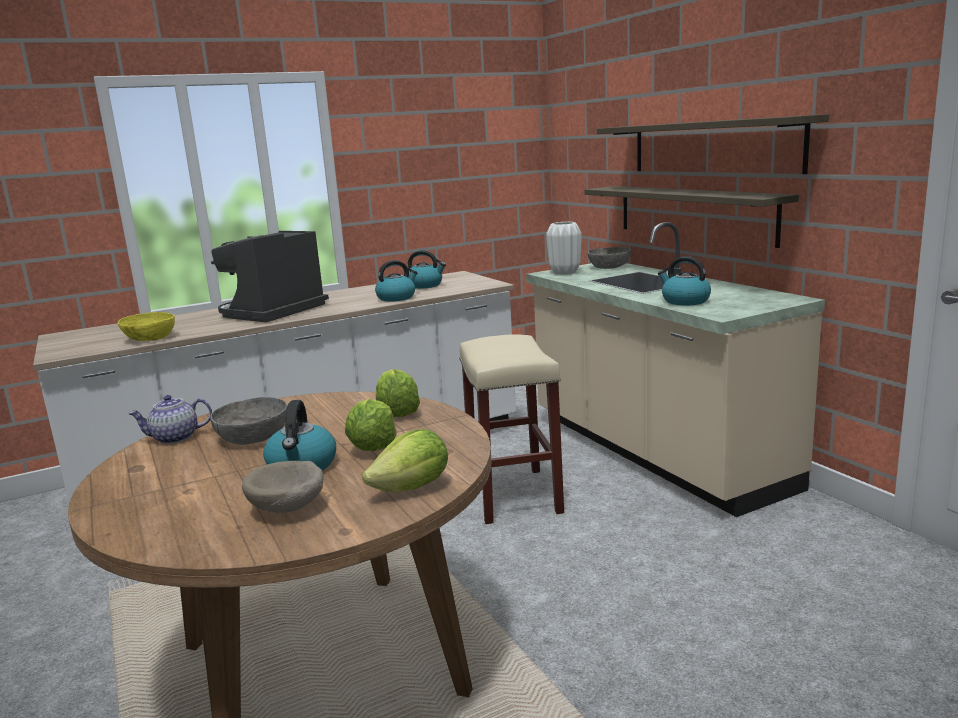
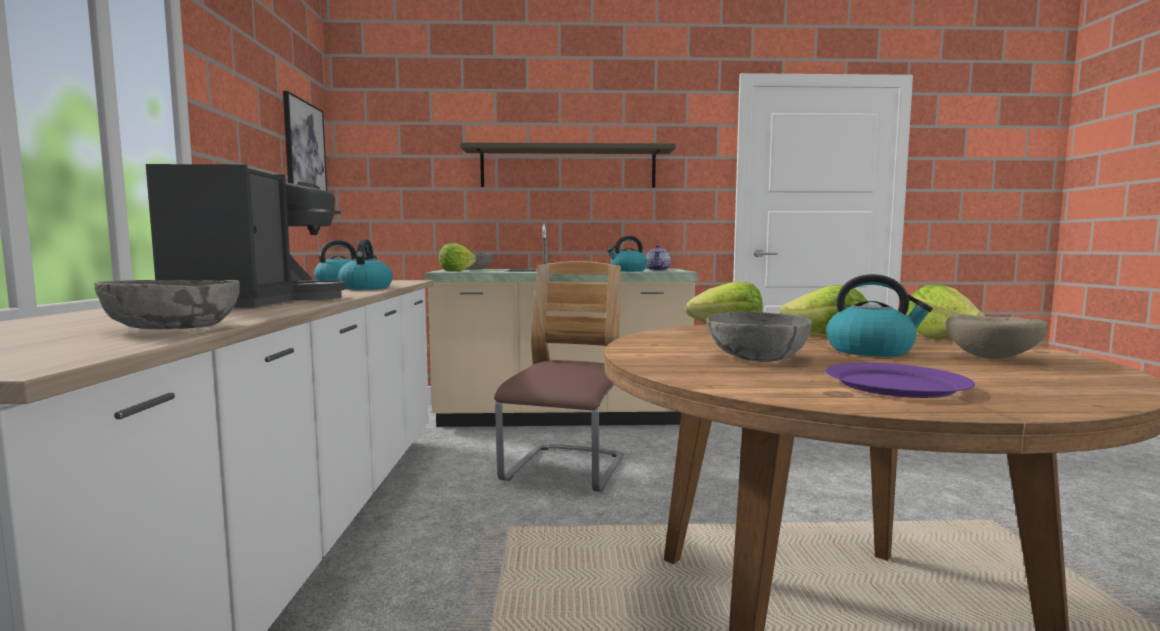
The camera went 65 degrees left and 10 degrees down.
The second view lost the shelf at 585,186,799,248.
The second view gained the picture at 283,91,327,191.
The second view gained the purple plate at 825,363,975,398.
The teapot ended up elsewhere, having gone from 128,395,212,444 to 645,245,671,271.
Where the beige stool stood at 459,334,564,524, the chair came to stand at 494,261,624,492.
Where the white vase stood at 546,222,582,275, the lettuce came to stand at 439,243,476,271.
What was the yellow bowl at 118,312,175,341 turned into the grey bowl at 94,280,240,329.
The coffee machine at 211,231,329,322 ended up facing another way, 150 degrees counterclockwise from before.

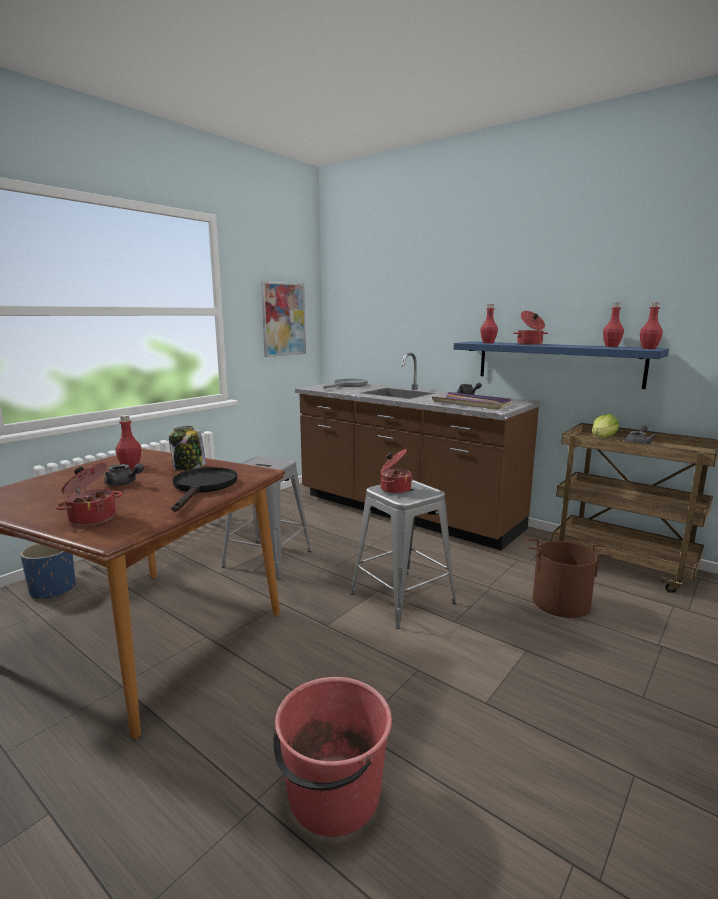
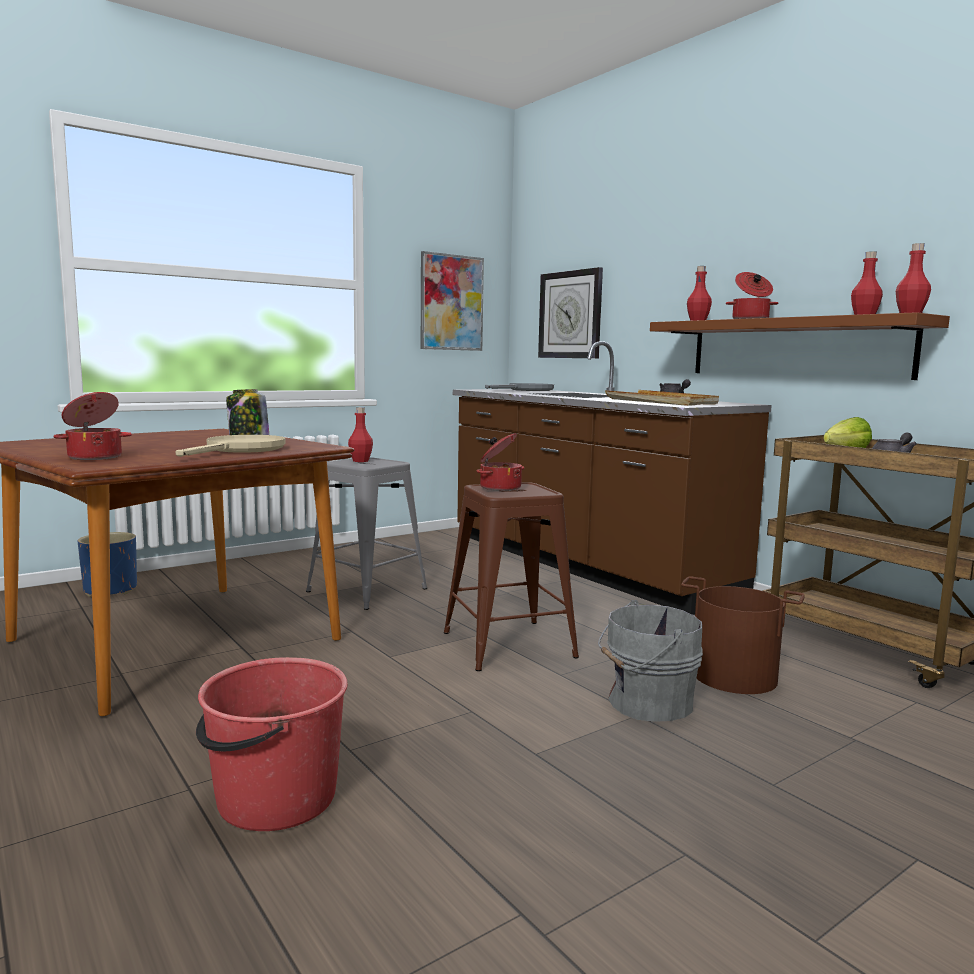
The camera went 15 degrees right and 5 degrees down.
The second view lost the grey teapot at 104,463,144,486.
The second view gained the wall clock at 538,267,603,359.
The second view gained the grey bucket at 598,600,703,722.
The red bottle ended up elsewhere, having gone from 116,415,141,469 to 348,407,373,462.
What was the black frying pan at 171,467,237,512 turned into the beige frying pan at 176,435,286,457.
What was the grey stool at 351,480,457,629 turned into the brown stool at 444,482,579,671.
What was the purple tray at 432,392,513,410 turned into the beige tray at 605,390,719,406.
What was the blue shelf at 454,341,669,389 turned into the brown shelf at 650,312,950,380.

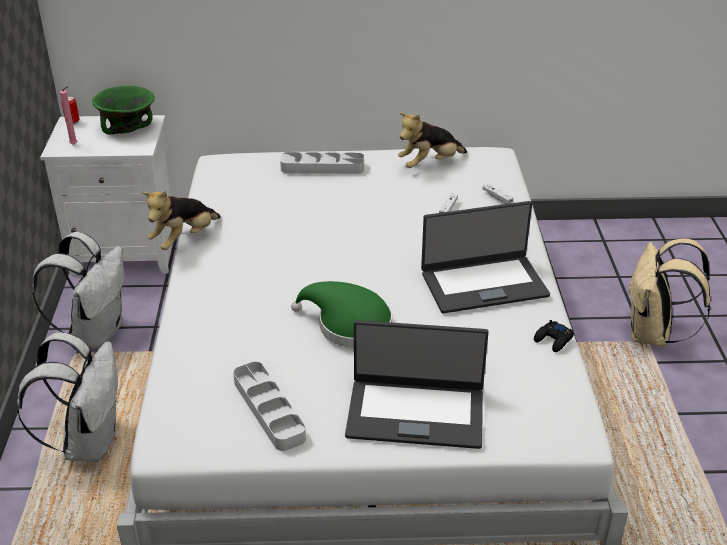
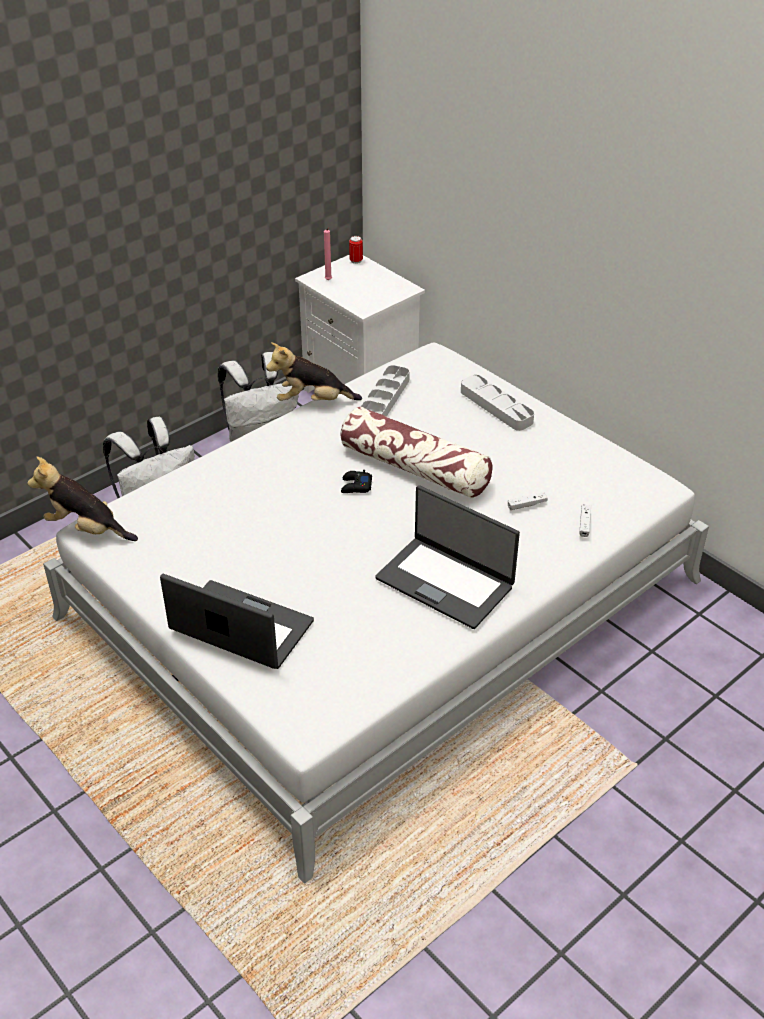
The camera went 50 degrees right and 5 degrees up.
The second view lost the green bowl at 92,86,155,135.
The second view lost the green hat at 291,281,392,348.
The second view lost the beige backpack at 627,239,711,347.
The second view gained the pillow at 340,407,493,498.
The grey tray ended up elsewhere, having gone from 233,361,306,451 to 360,365,410,417.
The plush toy ended up elsewhere, having gone from 398,112,467,168 to 27,457,138,541.
The black game controller ended up elsewhere, having gone from 534,320,574,352 to 341,470,372,493.
The laptop at 345,320,488,449 ended up facing another way, 150 degrees clockwise from before.

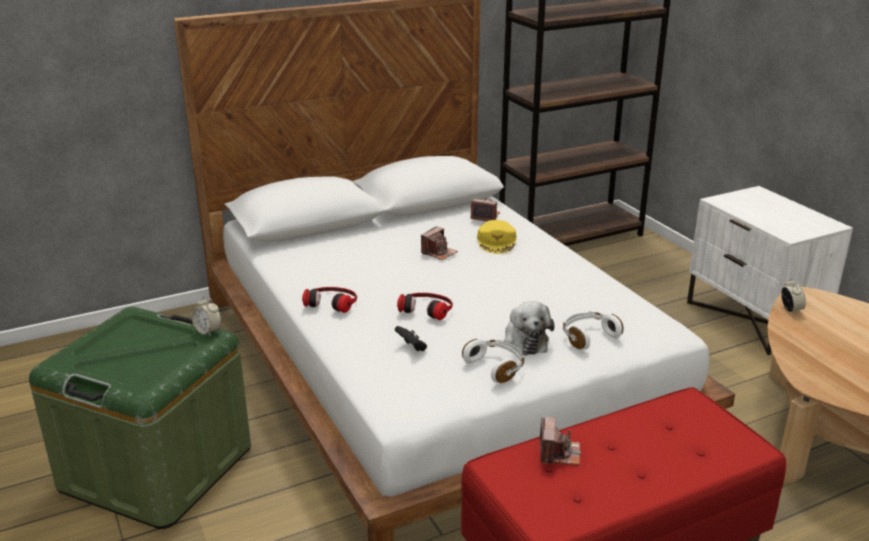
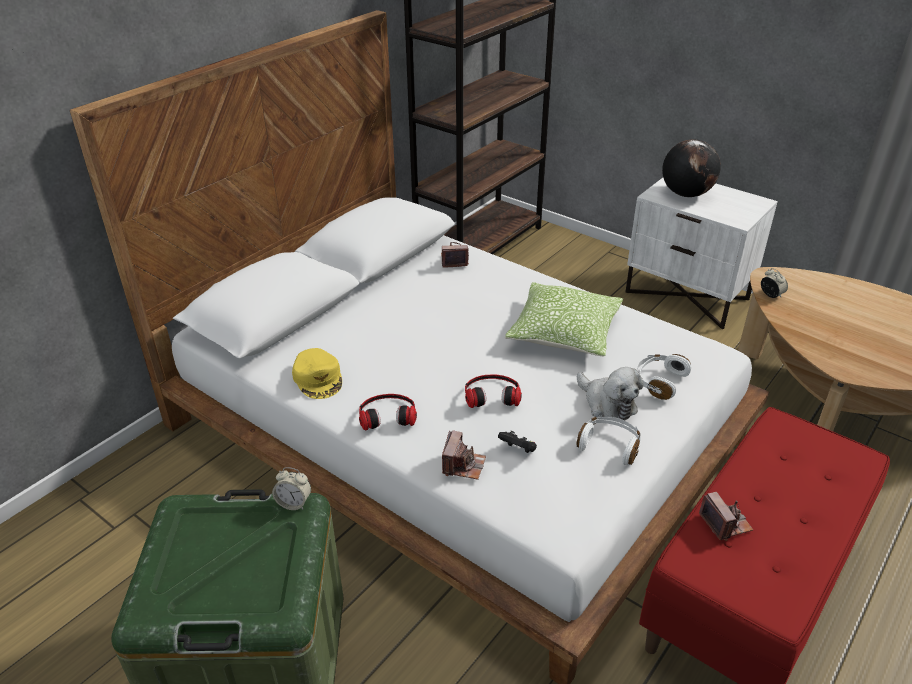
The camera went 25 degrees left and 10 degrees up.
The second view gained the pillow at 505,282,623,357.
The second view gained the globe at 662,139,721,197.
The photo camera ended up elsewhere, having gone from 421,226,458,260 to 442,430,486,480.
The yellow cap ended up elsewhere, having gone from 477,220,516,254 to 292,348,342,399.

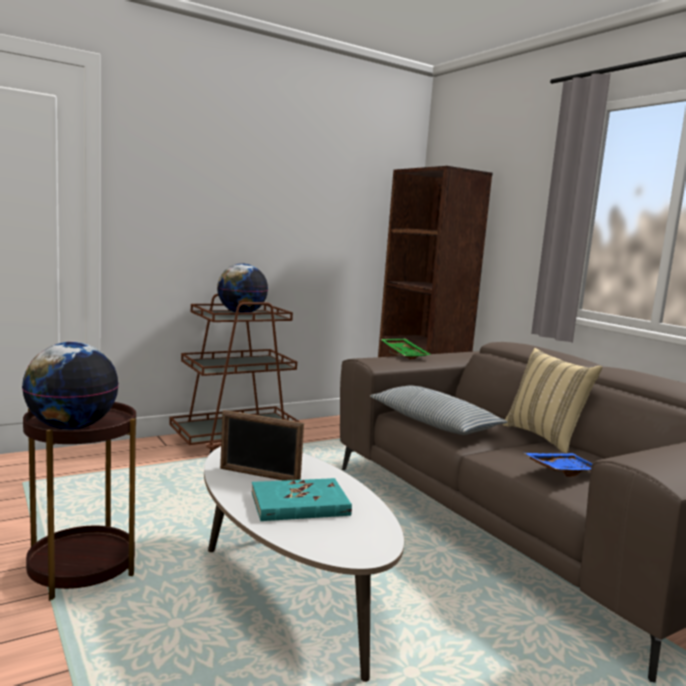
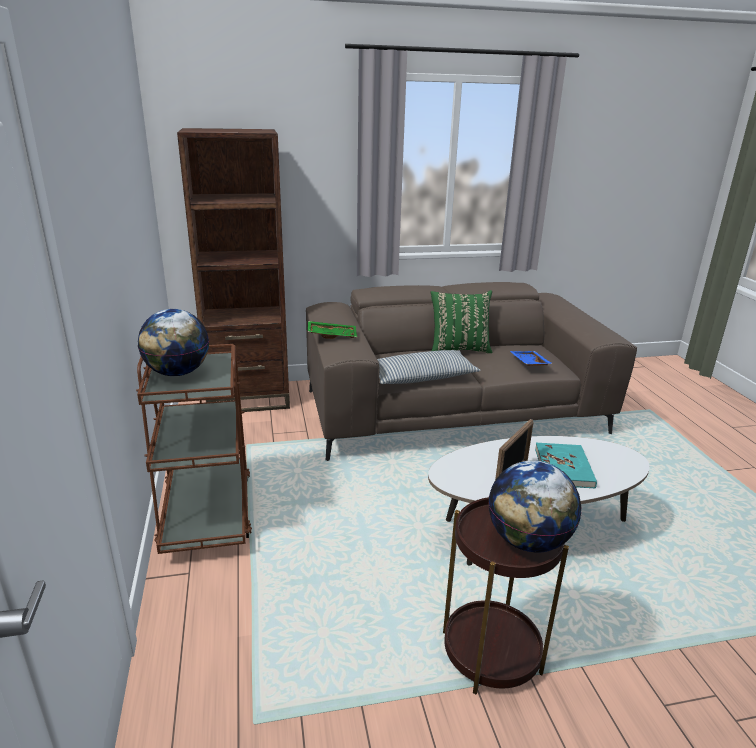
The camera went 70 degrees left and 15 degrees up.
What was the beige pillow at 503,348,602,453 turned into the green pillow at 431,290,493,353.

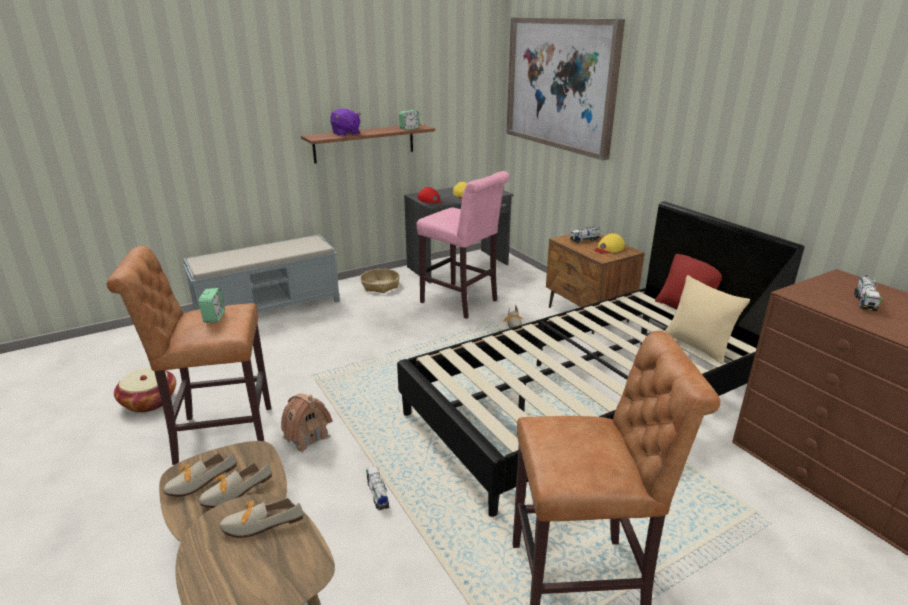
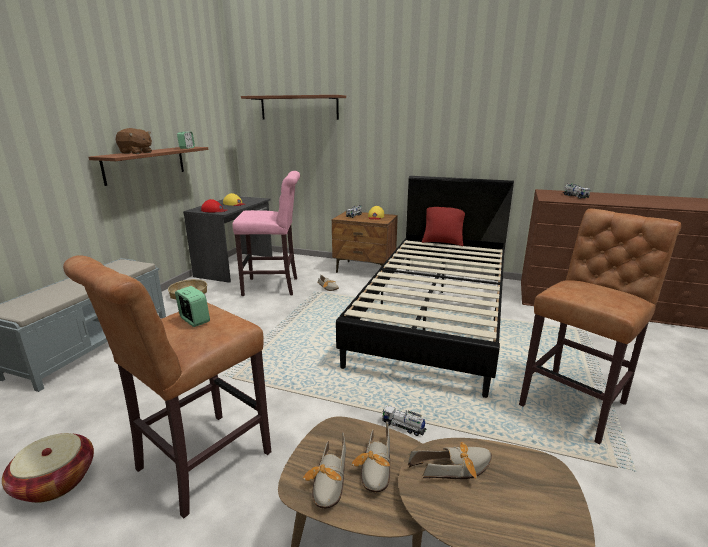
The camera went 40 degrees left and 5 degrees down.
The second view lost the toy house at 281,393,333,453.
The second view lost the beige pillow at 664,275,750,364.
Where the picture hung at 506,18,625,160, the shelf came to hang at 241,95,346,120.
What was the purple plush toy at 330,108,361,136 turned into the brown plush toy at 116,128,152,154.
The shoe at 219,498,304,538 ended up facing another way, 135 degrees counterclockwise from before.

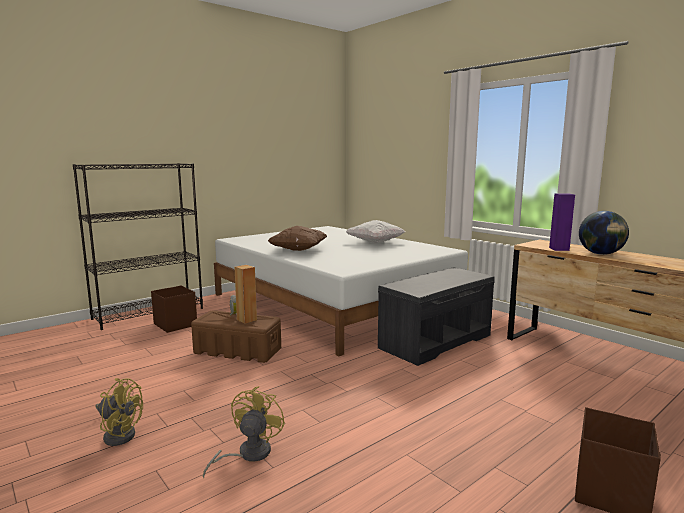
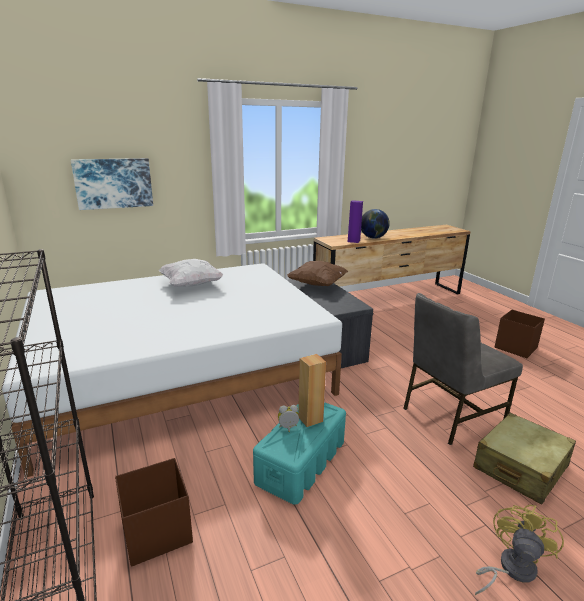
The camera went 75 degrees left and 10 degrees up.
The second view gained the picture at 71,158,153,210.
The second view gained the grey chair at 403,293,523,445.
The brown pillow ended up elsewhere, having gone from 268,226,327,251 to 287,261,348,286.
Where the yellow fan stood at 203,386,285,478, the beige suitcase came to stand at 473,413,576,504.
What was the brown storage box at 191,310,281,363 turned into the turquoise storage box at 253,402,346,505.

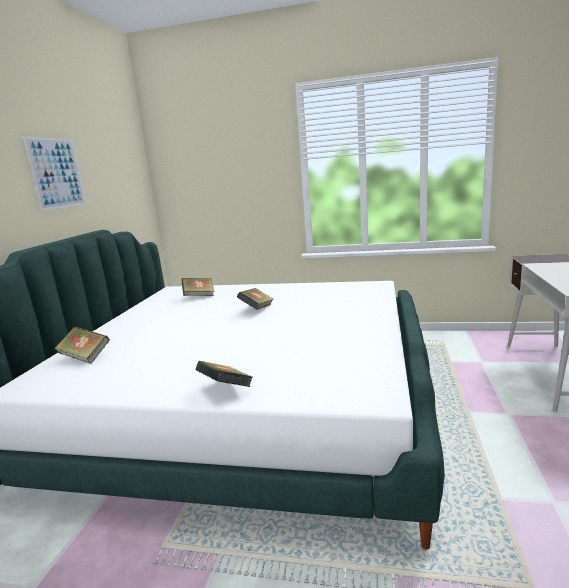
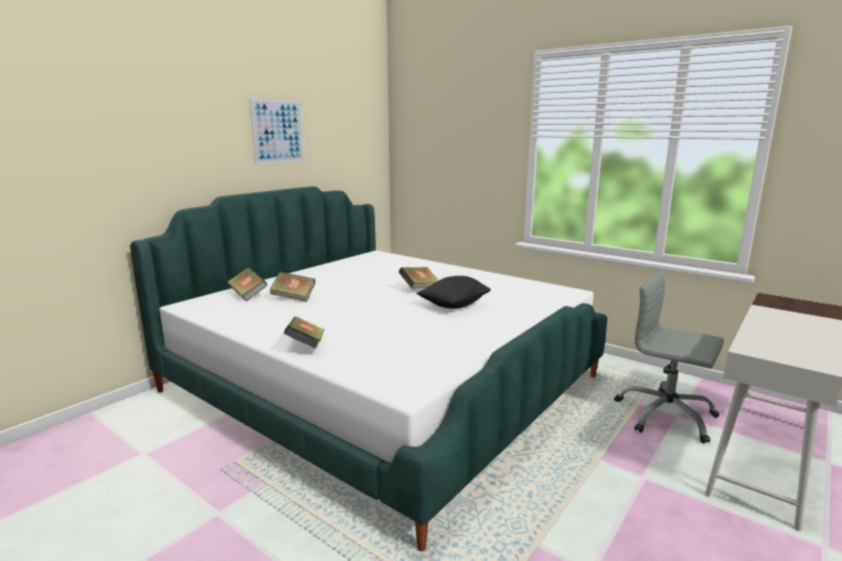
The camera went 25 degrees right and 0 degrees up.
The second view gained the black pillow at 417,276,491,309.
The second view gained the grey office chair at 614,271,724,443.
The book ended up elsewhere, having gone from 182,278,214,296 to 270,272,315,302.

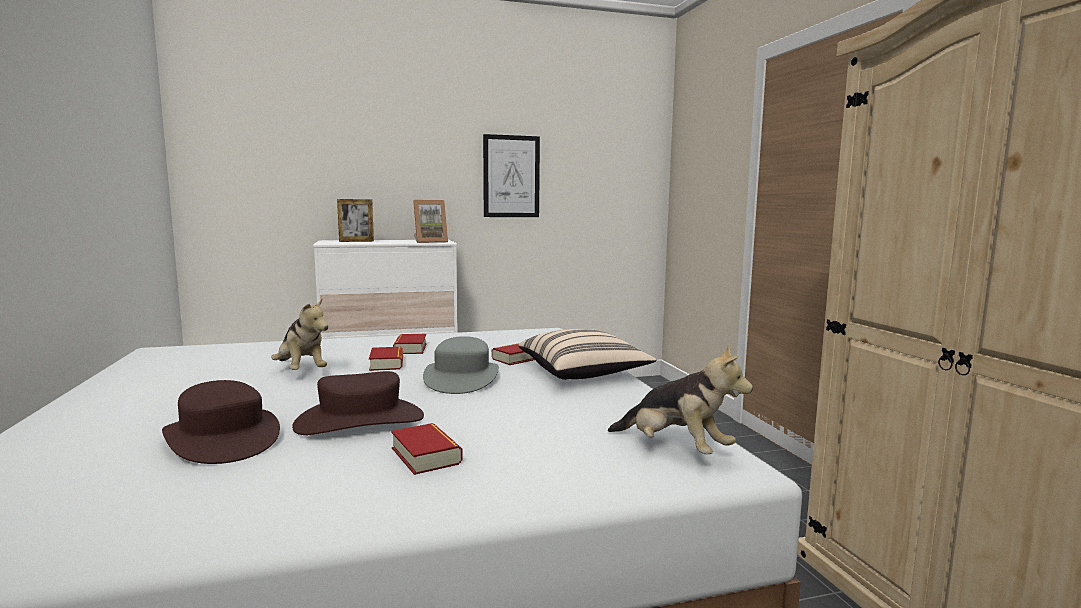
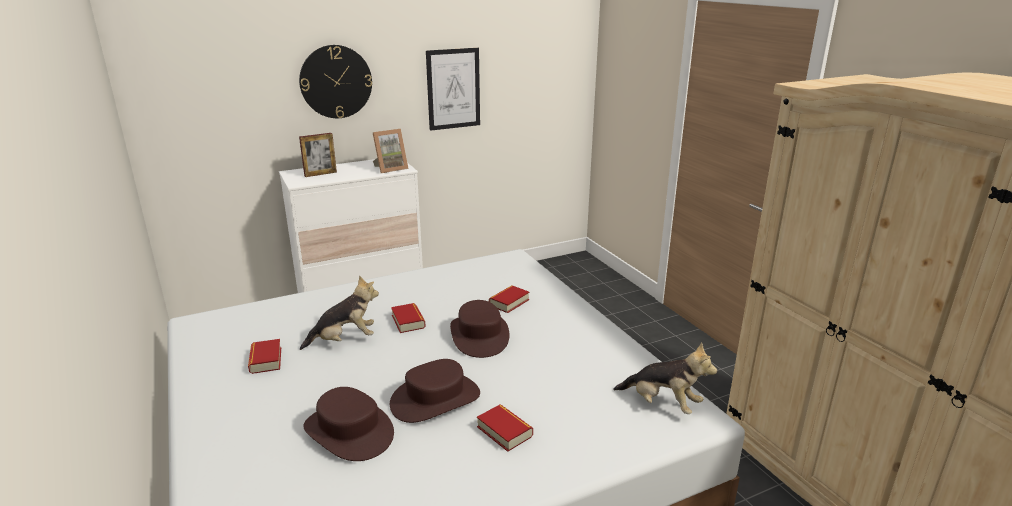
The camera went 10 degrees left and 15 degrees up.
The second view lost the beige pillow at 518,329,657,380.
The second view gained the wall clock at 299,45,372,118.
The book ended up elsewhere, having gone from 393,334,426,354 to 248,339,281,374.
What was the grey hat at 423,336,499,394 turned into the brown hat at 450,300,509,358.
The plush toy at 271,298,328,370 ended up facing another way, 60 degrees counterclockwise from before.

